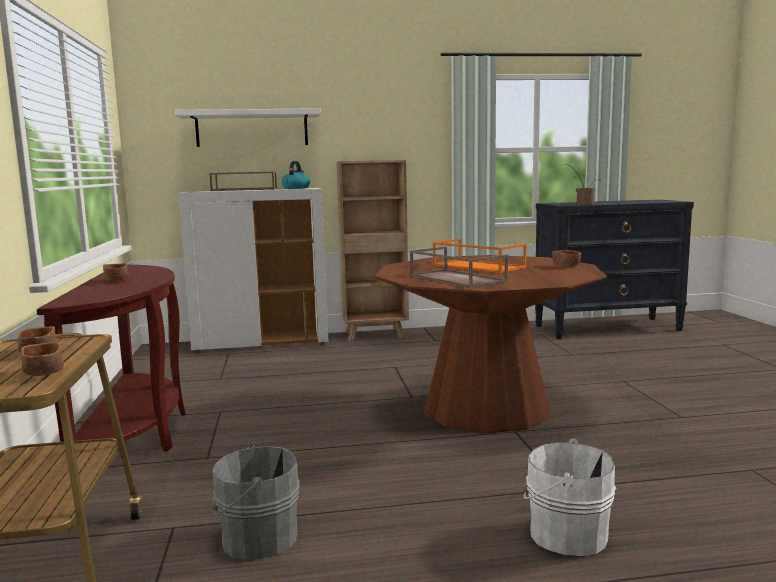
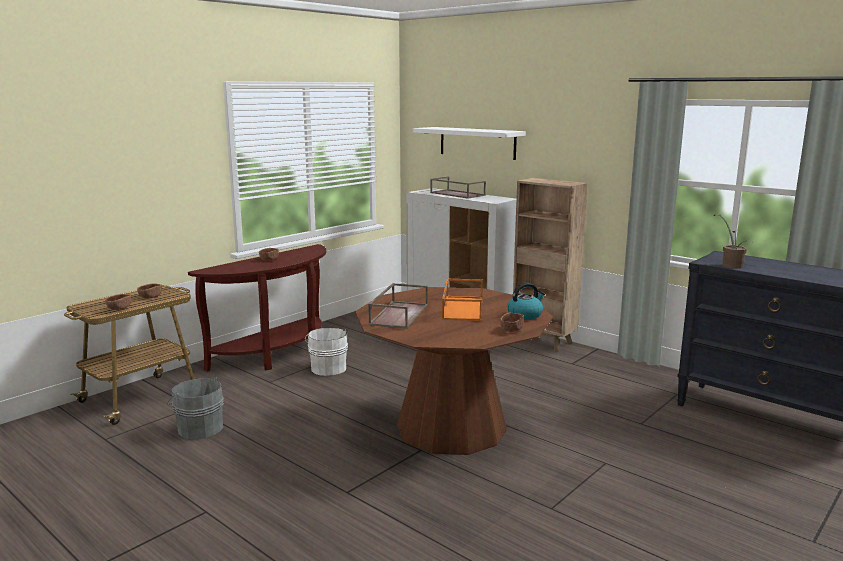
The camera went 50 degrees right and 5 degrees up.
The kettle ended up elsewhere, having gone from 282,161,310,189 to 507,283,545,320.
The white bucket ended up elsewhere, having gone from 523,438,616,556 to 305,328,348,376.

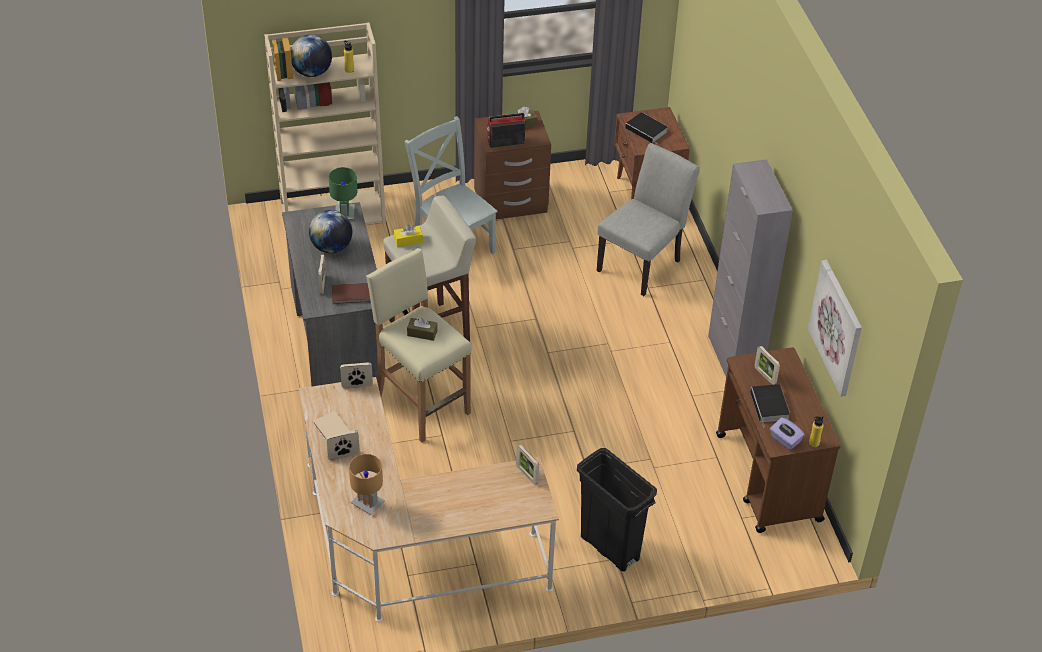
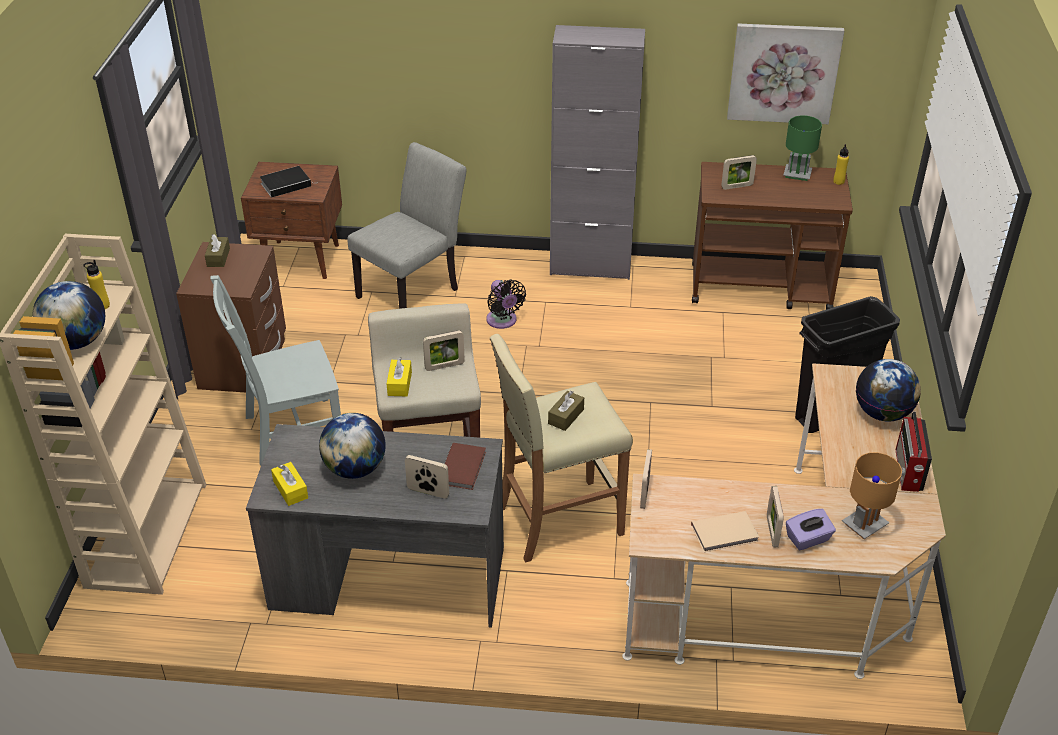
The camera went 70 degrees left and 5 degrees down.
The second view lost the book at 750,384,790,428.
The second view gained the yellow tissue box at 271,462,308,506.
The second view gained the black fan at 486,279,526,329.
The second view gained the globe at 856,359,921,422.
The green table lamp ended up elsewhere, having gone from 328,167,358,220 to 783,115,822,181.
The radio ended up elsewhere, having gone from 487,113,525,148 to 895,411,932,492.
The picture frame ended up elsewhere, having gone from 516,444,539,485 to 423,330,465,371.
The purple tissue box ended up elsewhere, having gone from 770,417,805,450 to 786,509,836,550.
The grey chair at 597,143,700,296 ended up facing another way, 75 degrees clockwise from before.

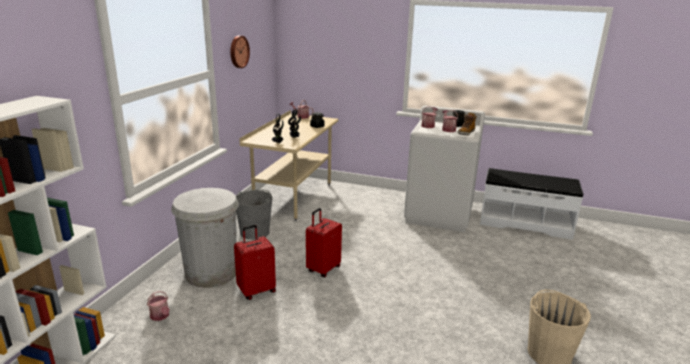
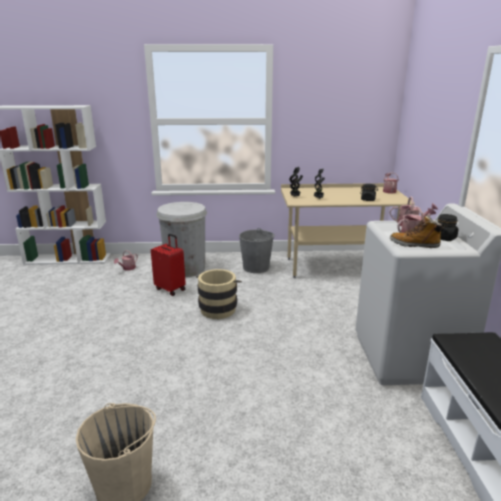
The camera went 70 degrees right and 0 degrees up.
The second view lost the wall clock at 230,36,250,68.
Where the red suitcase stood at 306,208,342,277, the beige bucket came to stand at 196,269,242,319.

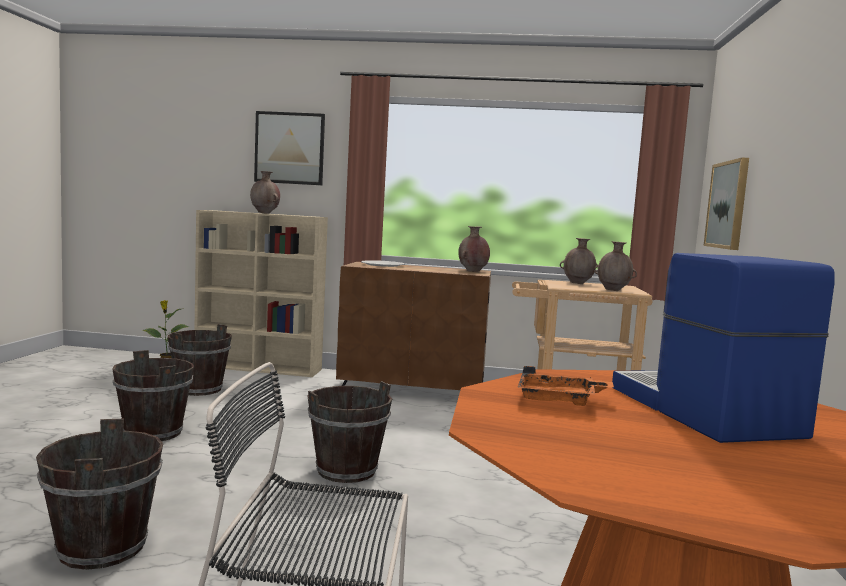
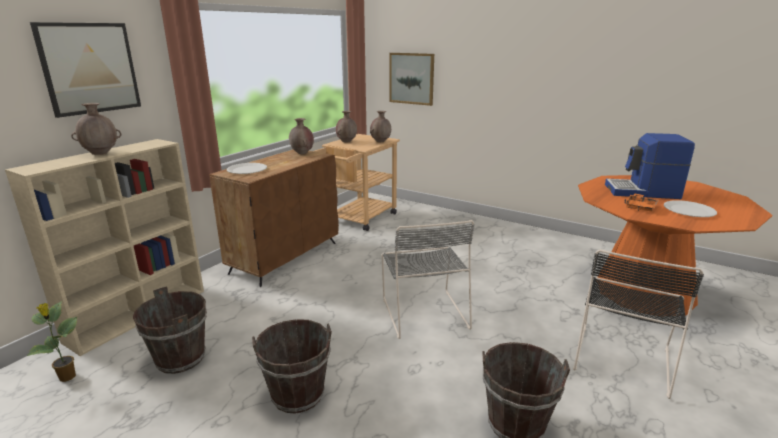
The camera went 65 degrees left and 15 degrees up.
The second view gained the white plate at 664,200,717,217.
Where the brown bucket stood at 307,381,392,483, the grey chair came to stand at 382,220,475,339.

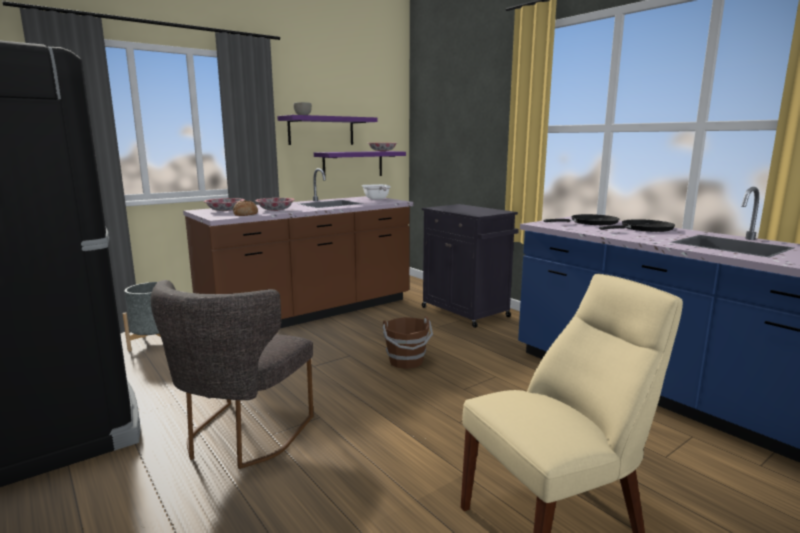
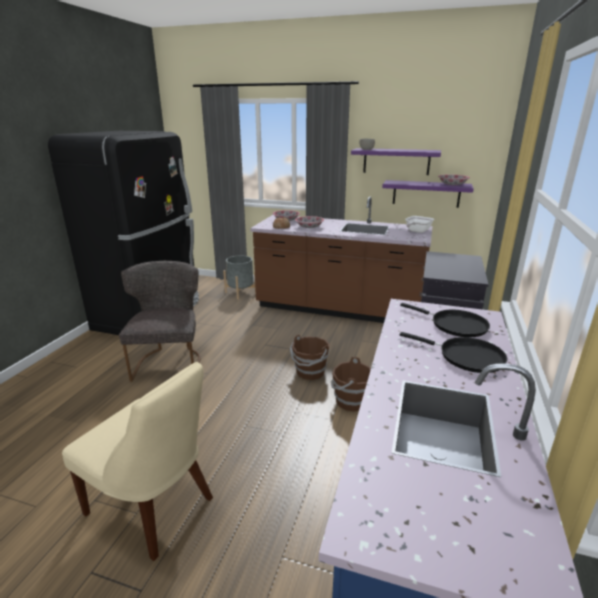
The camera went 55 degrees right and 10 degrees up.
The second view gained the brown bucket at 331,357,371,412.
The grey chair at 151,280,313,469 ended up facing another way, 105 degrees clockwise from before.

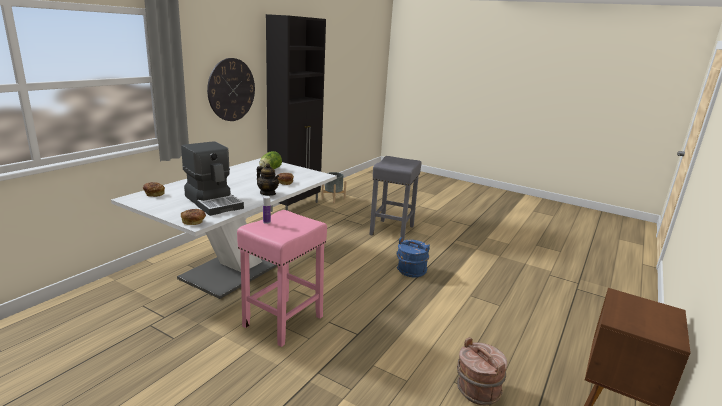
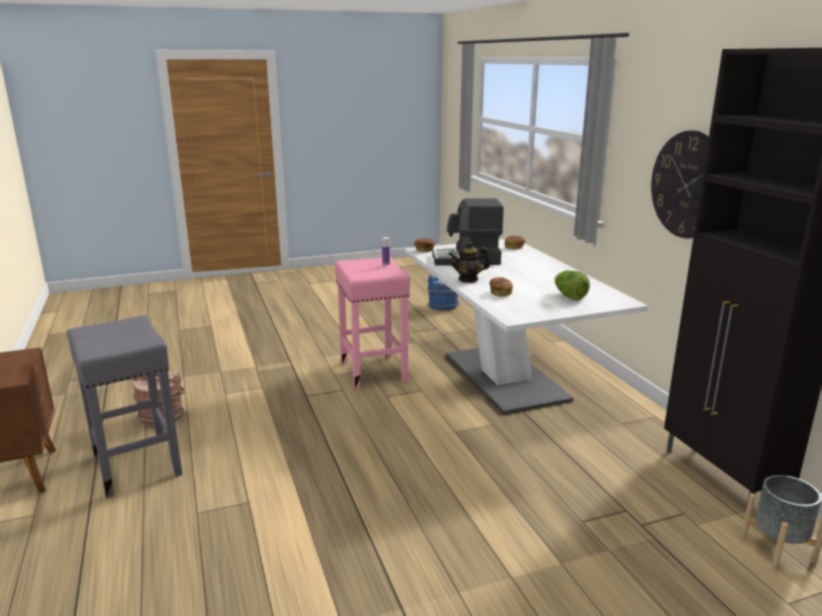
The camera went 130 degrees right and 0 degrees up.
The grey stool ended up elsewhere, having gone from 369,156,422,241 to 67,315,183,498.
The blue bucket ended up elsewhere, having gone from 396,237,430,278 to 427,275,459,310.

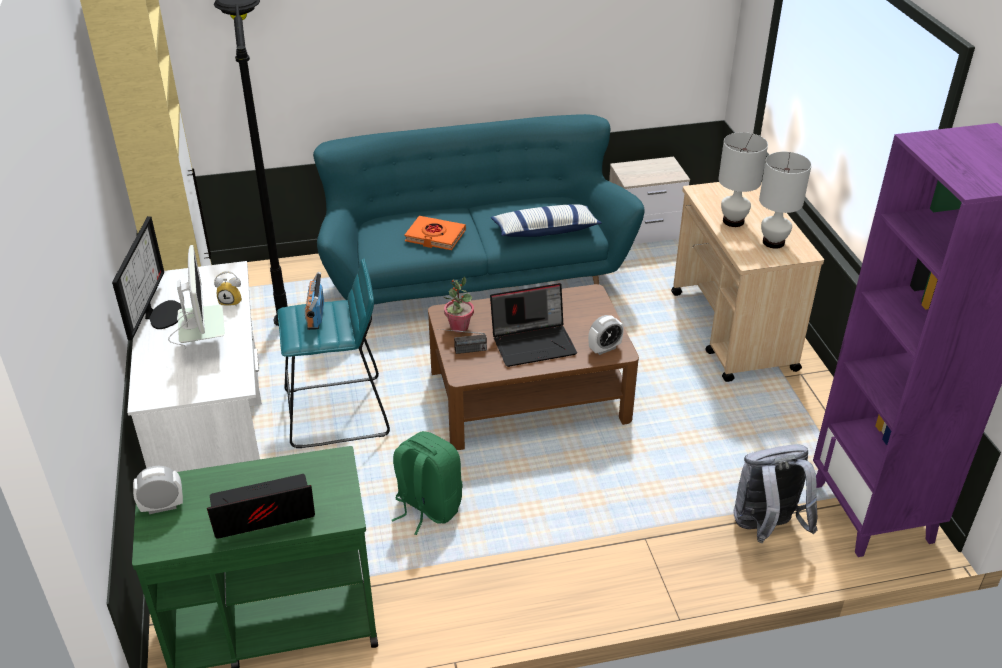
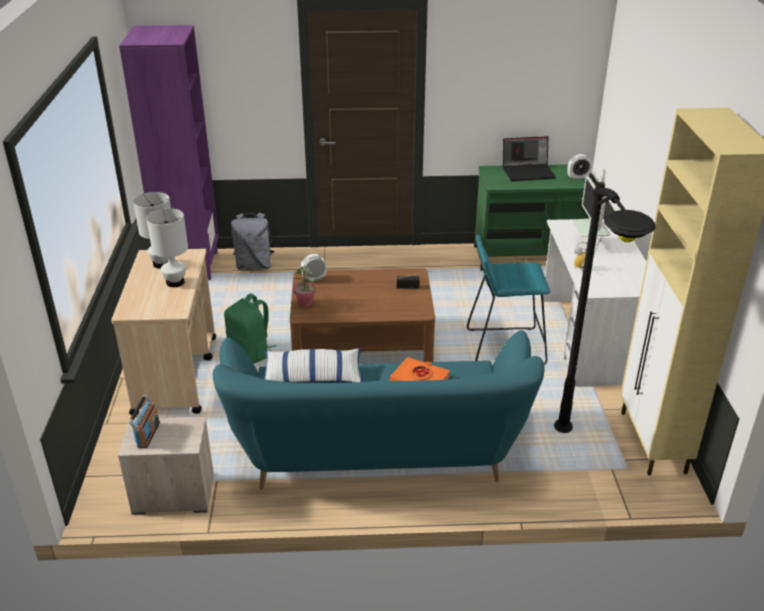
The camera went 170 degrees left and 5 degrees down.
The second view lost the monitor at 112,216,182,340.
The second view lost the laptop at 490,283,577,367.
The radio ended up elsewhere, having gone from 305,272,324,330 to 129,394,160,448.
The green backpack ended up elsewhere, having gone from 392,431,462,535 to 224,294,277,364.
The potted plant ended up elsewhere, having gone from 444,277,474,332 to 293,266,316,307.

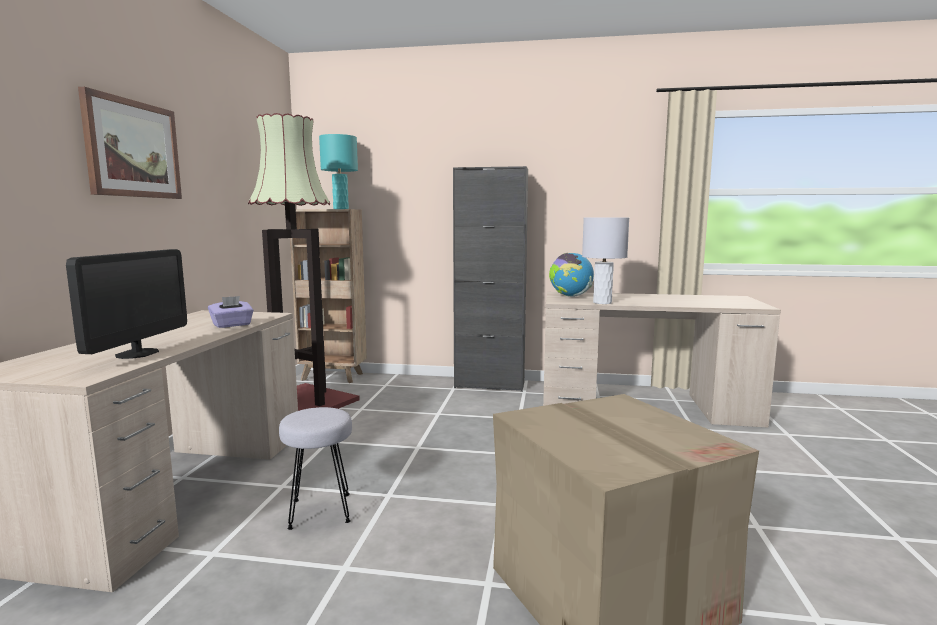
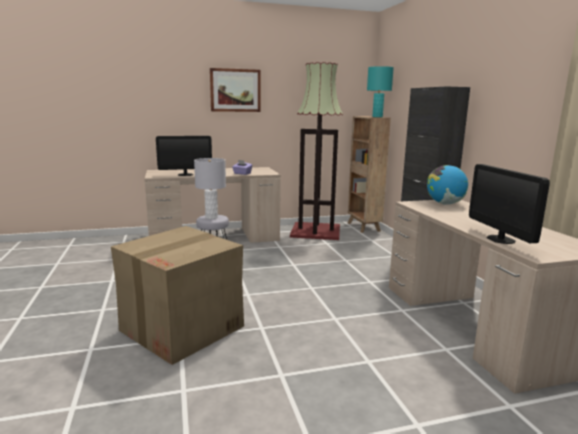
The camera went 65 degrees right and 5 degrees up.
The second view gained the monitor at 469,164,550,244.
The grey table lamp ended up elsewhere, having gone from 582,218,629,304 to 194,158,226,219.

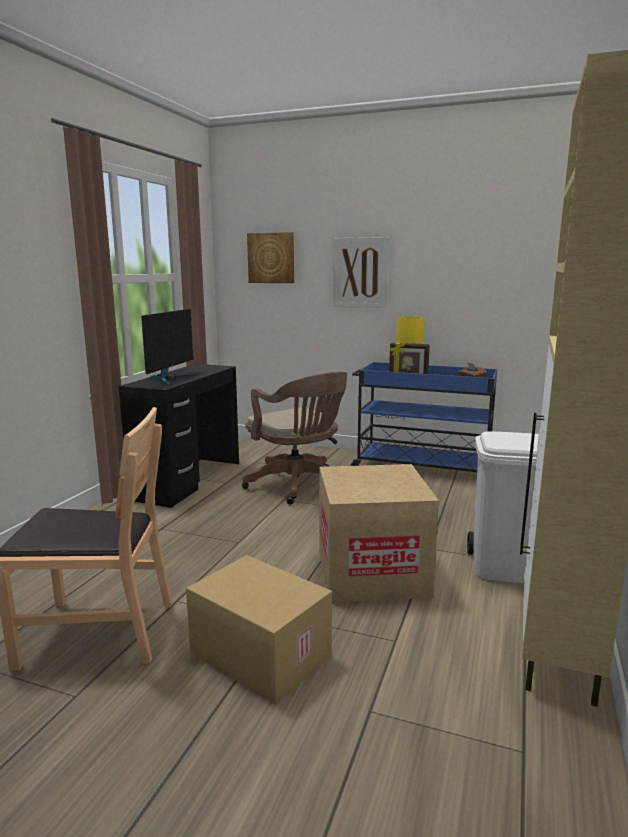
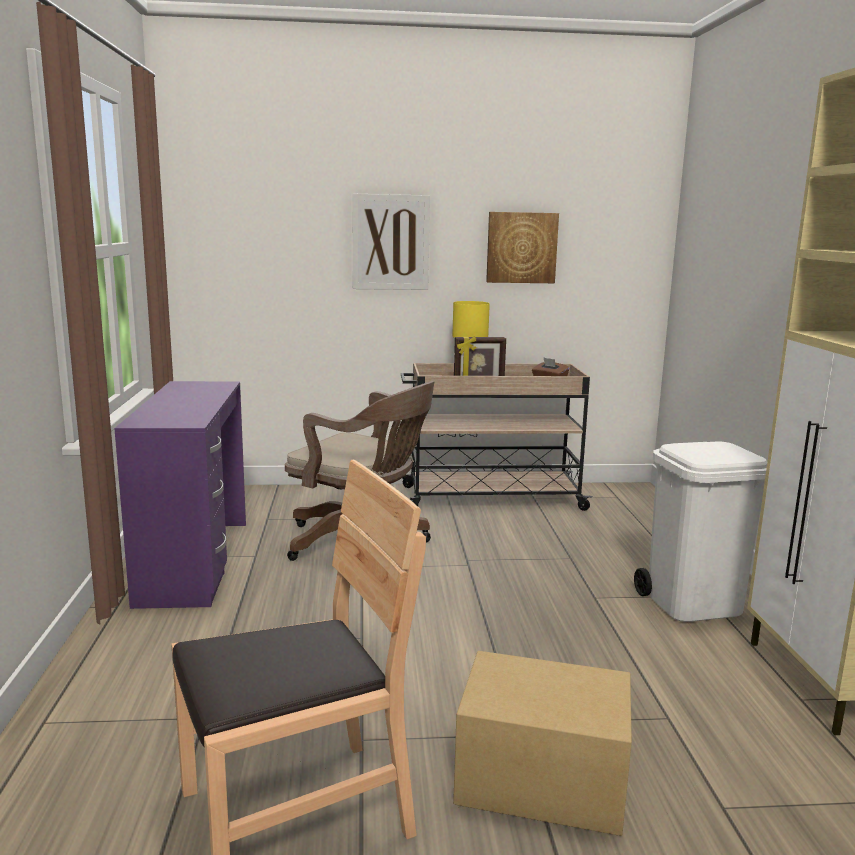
The camera went 25 degrees left and 0 degrees up.
The second view lost the monitor at 141,309,197,385.
The second view lost the cardboard box at 319,464,439,603.
The picture ended up elsewhere, having gone from 247,232,294,283 to 486,212,559,283.
What was the black desk at 119,364,239,508 turned into the purple desk at 114,381,246,609.
What was the blue cart at 350,362,497,472 turned into the beige cart at 401,363,593,511.

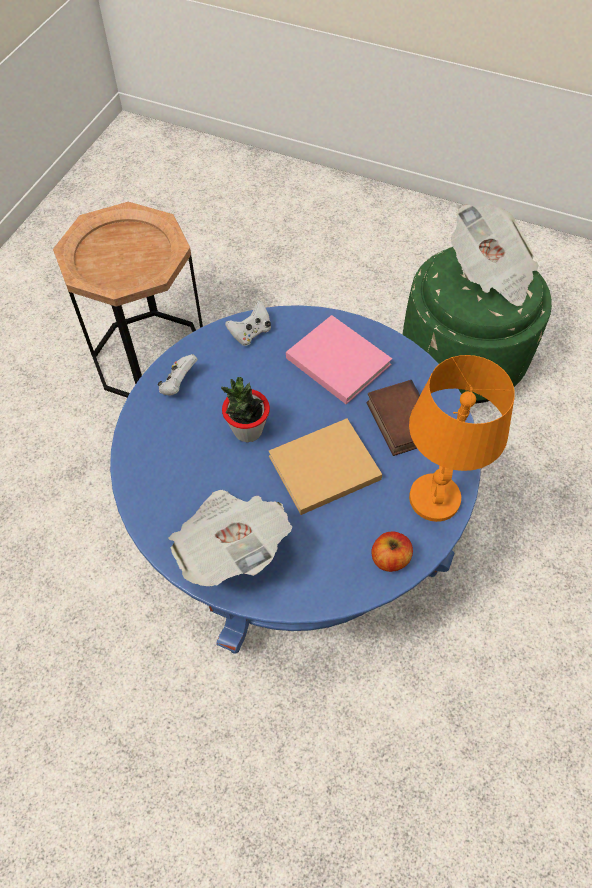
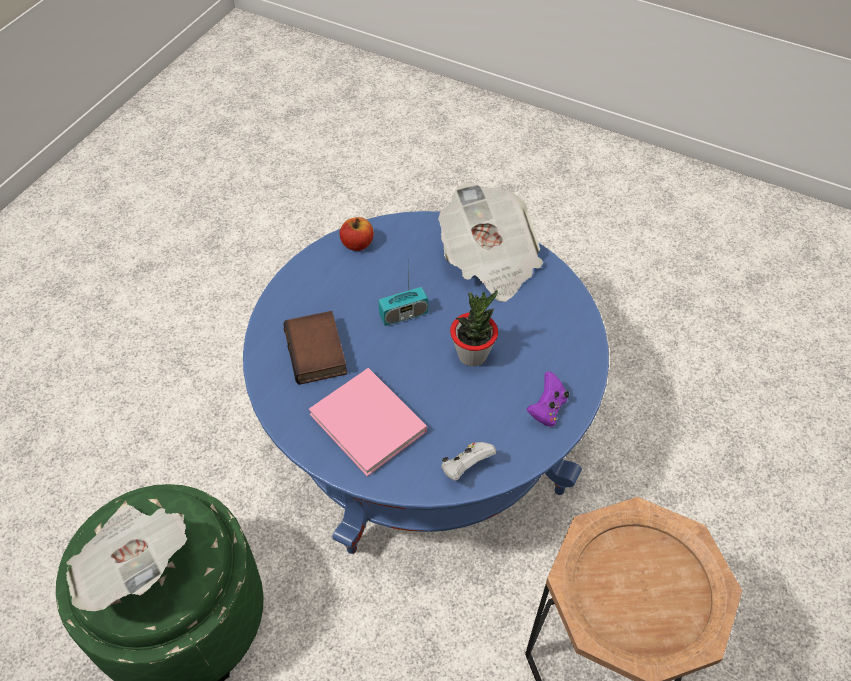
The camera went 175 degrees left and 5 degrees down.
The second view lost the orange table lamp at 409,355,515,522.
Where the beige book stood at 269,419,382,515, the radio came to stand at 378,268,428,326.
What was the white game controller at 157,354,198,396 turned into the purple game controller at 527,372,569,427.

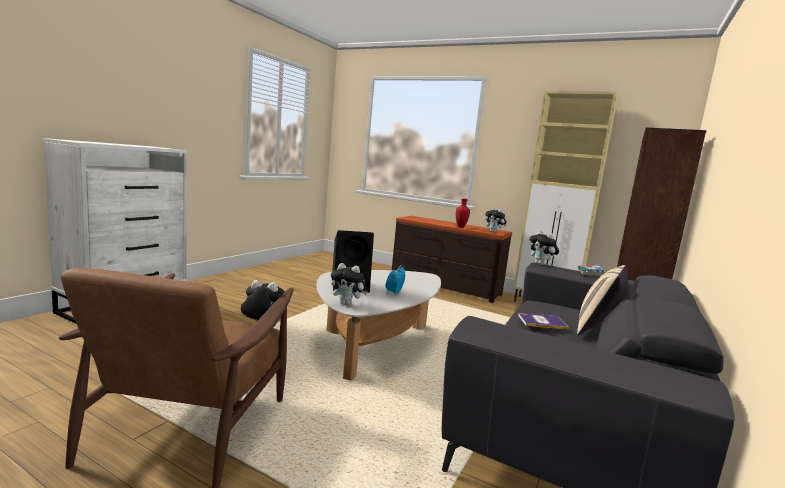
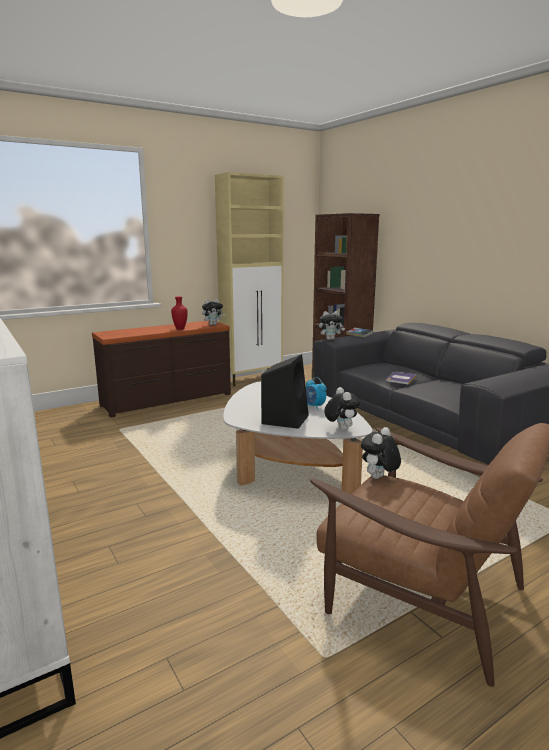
The camera went 60 degrees left and 5 degrees up.
The second view lost the beige pillow at 577,265,629,335.
The plush toy at 331,263,367,305 ended up facing another way, 60 degrees counterclockwise from before.

